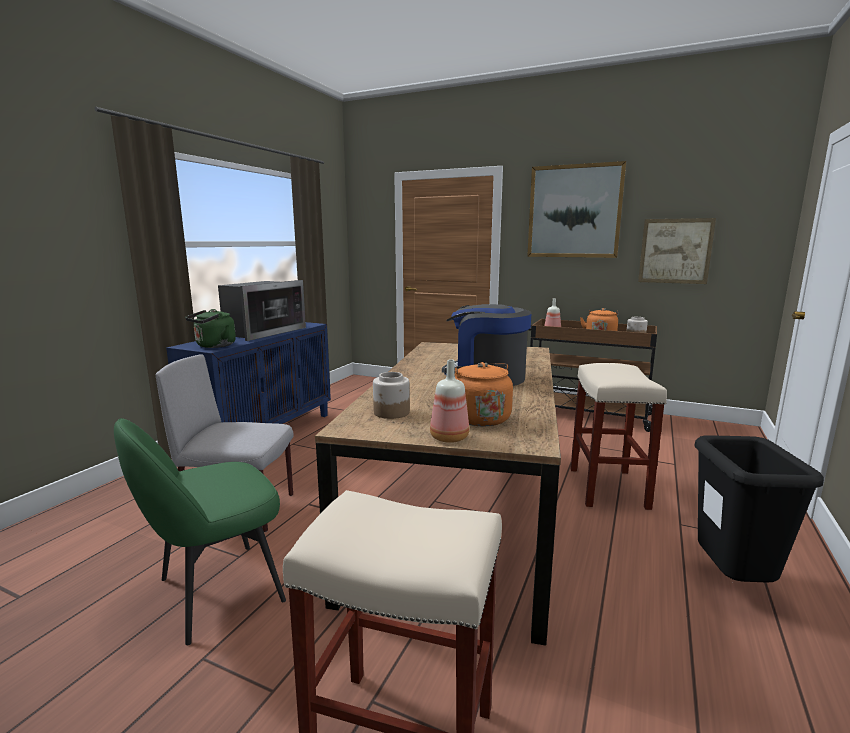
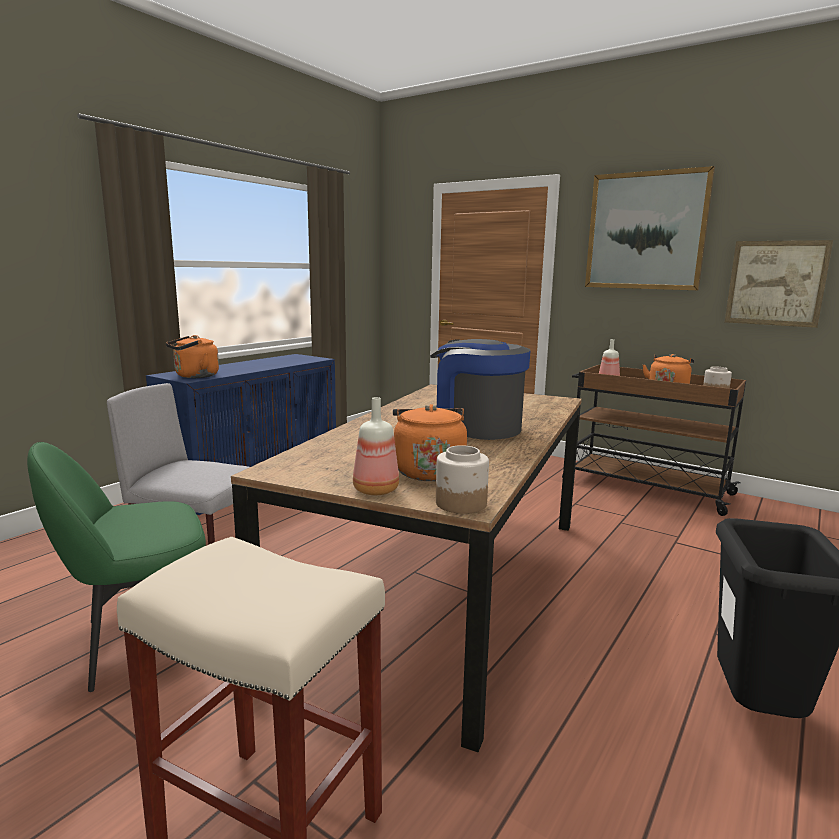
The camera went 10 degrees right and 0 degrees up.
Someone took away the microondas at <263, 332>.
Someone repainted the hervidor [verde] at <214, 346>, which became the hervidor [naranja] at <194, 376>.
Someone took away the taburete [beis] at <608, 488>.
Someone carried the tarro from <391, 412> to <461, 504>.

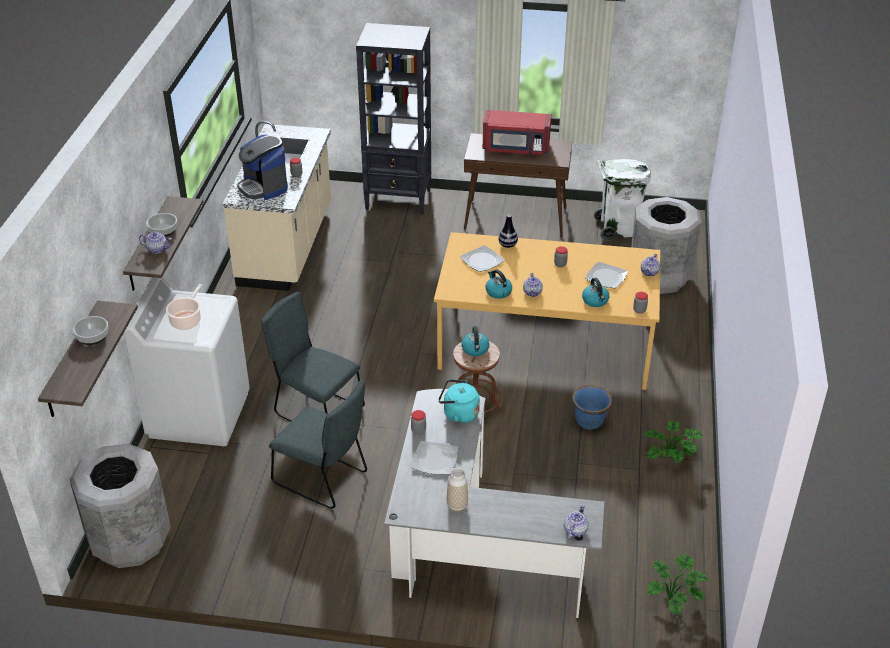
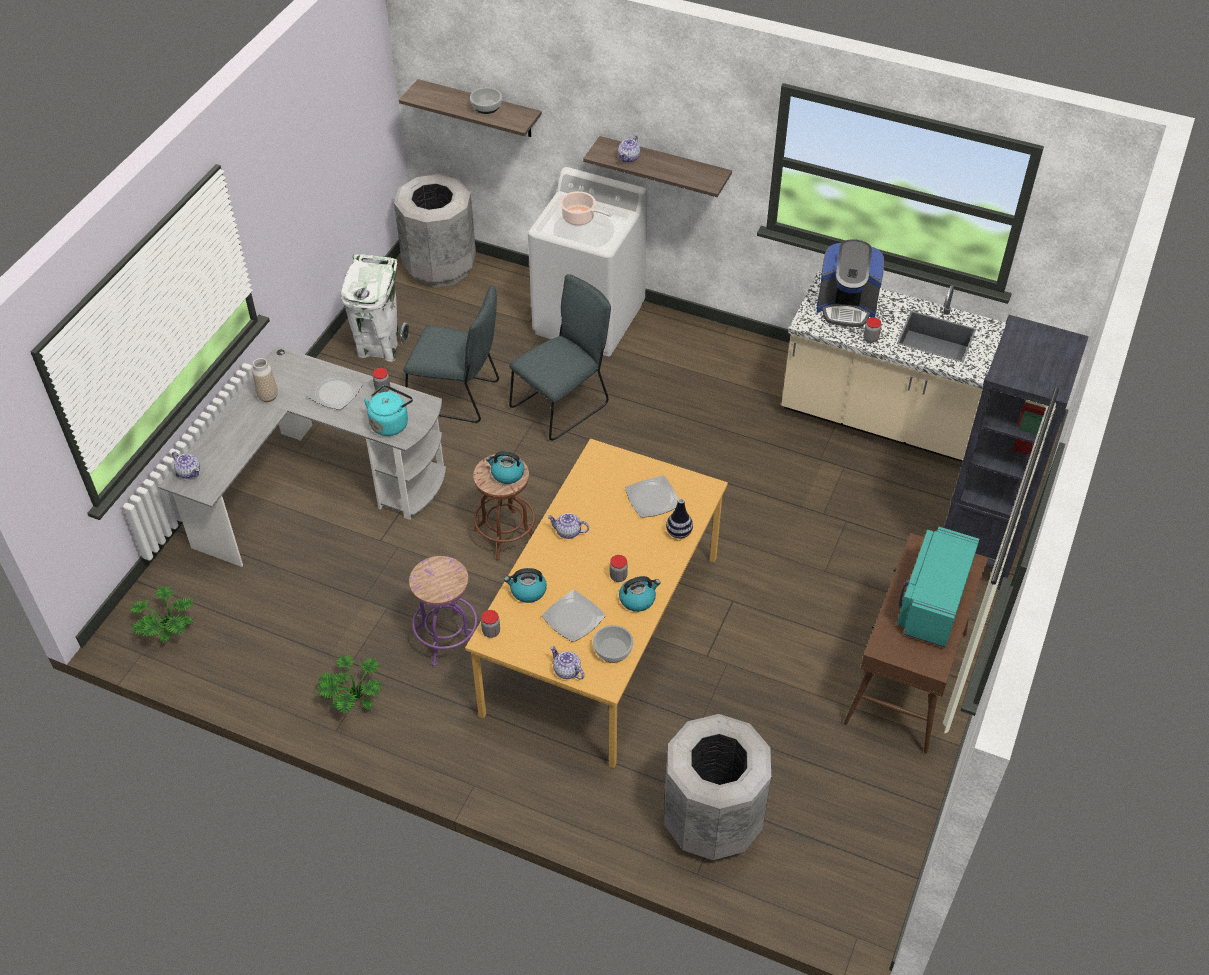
The camera went 105 degrees right and 10 degrees up.
Someone repainted the microondas [rojo] at <516, 148>, which became the microondas [turquesa] at <932, 602>.
Someone rotated the cafetera at <263, 187> by 150 degrees counterclockwise.
Someone carried the papelera [blanco] from <616, 229> to <380, 346>.
Someone carried the cuenco from <162, 230> to <612, 649>.
Someone carried the hervidor from <498, 292> to <638, 599>.
Someone rotated the silla [gris] at <324, 479> by 120 degrees counterclockwise.
Someone swapped the maceta [azul] at <589, 421> for the taburete [morado] at <446, 638>.

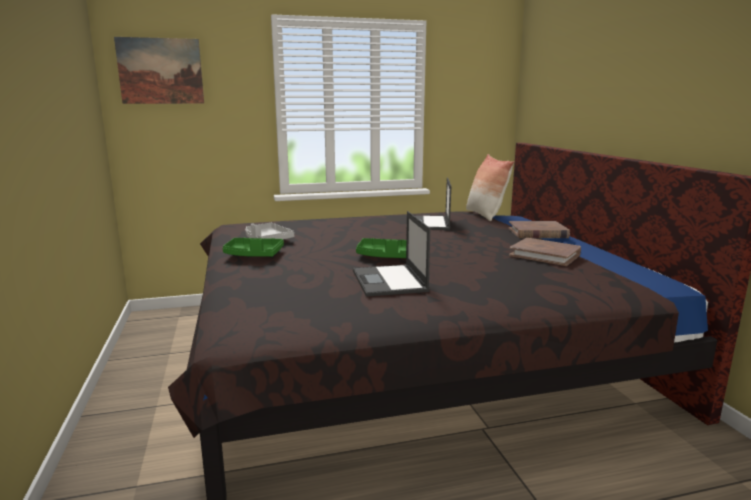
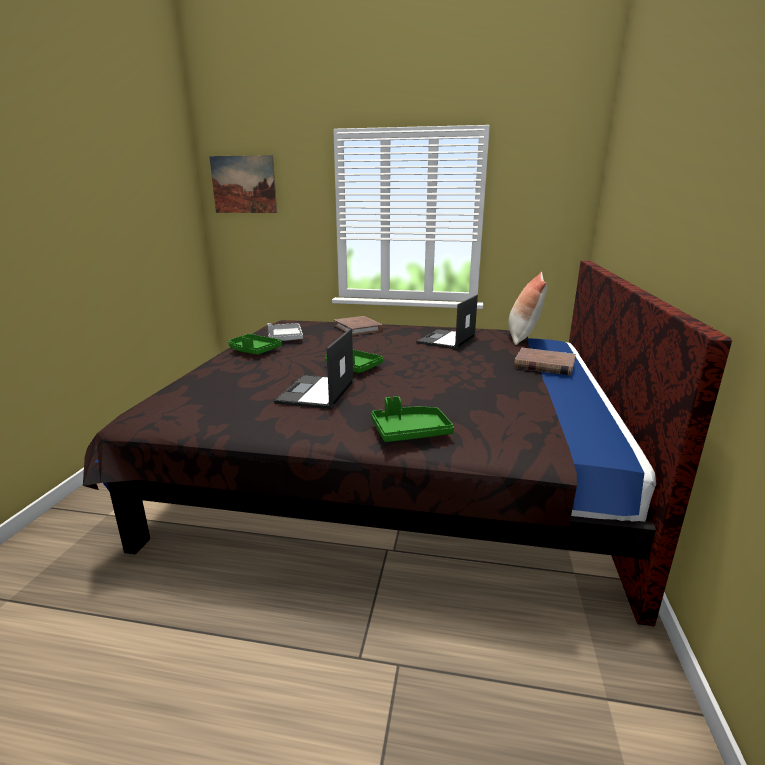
The camera went 25 degrees right and 5 degrees up.
Someone carried the libro [marrón] from <545, 255> to <358, 328>.
Someone put down the bandeja [verde] at <410, 432>.

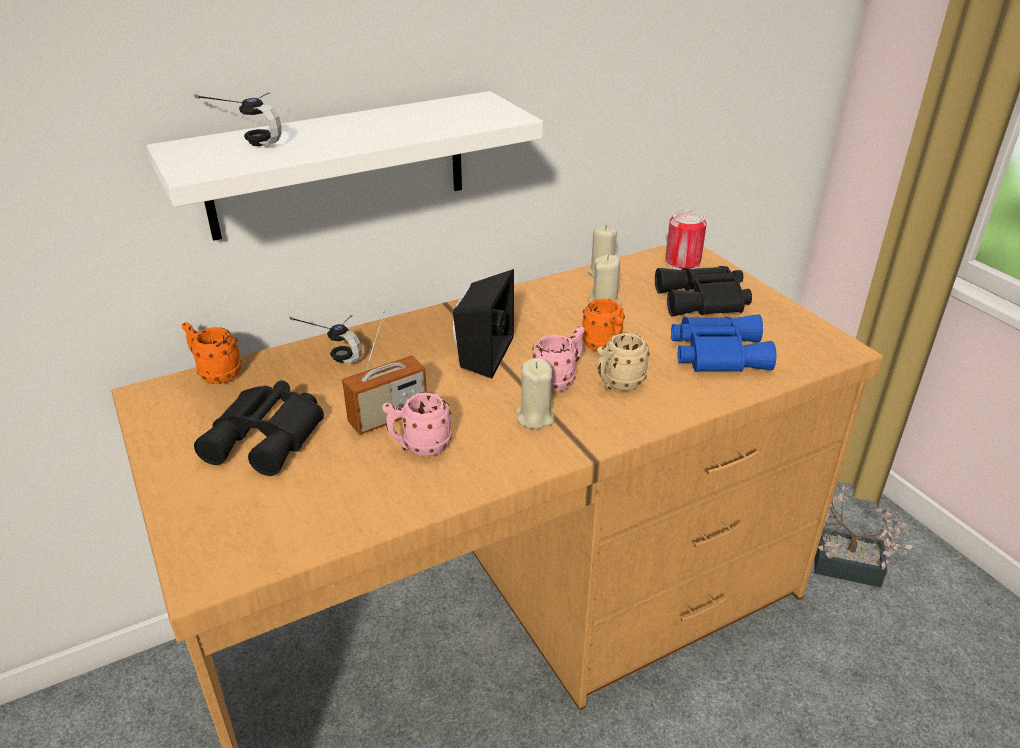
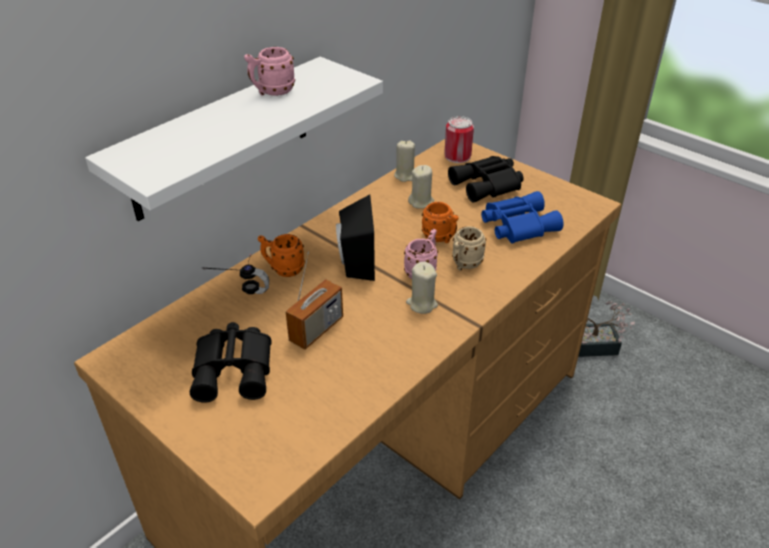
The camera went 20 degrees left and 5 degrees up.
Someone took away the auriculares at <253, 138>.
Someone carried the taza grande [naranja] from <215, 374> to <283, 269>.
Someone carried the taza grande [rosa] from <419, 447> to <271, 92>.

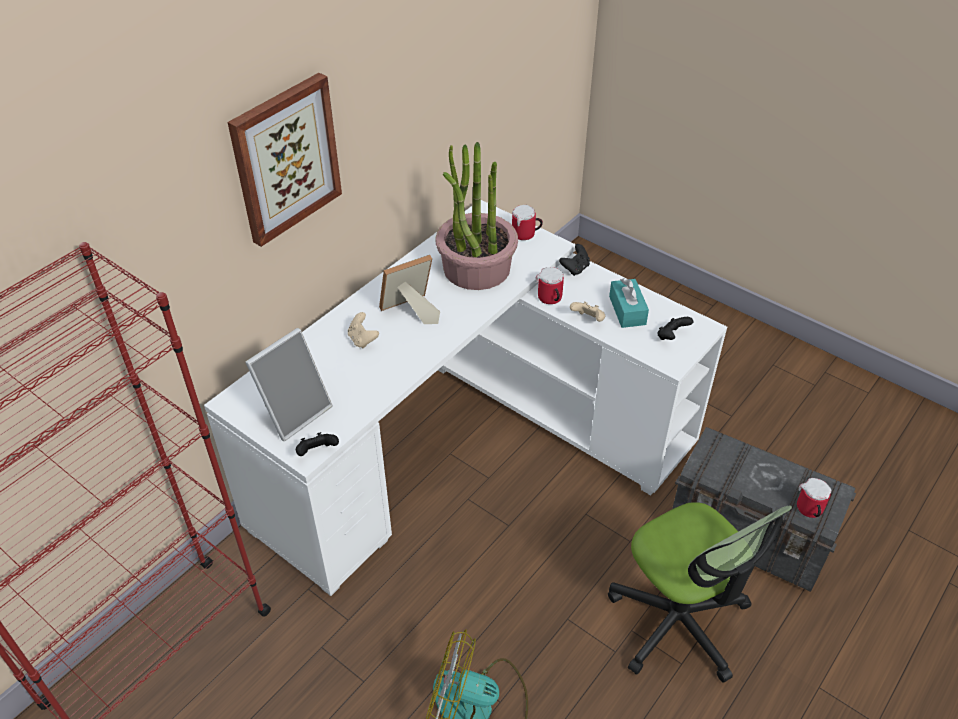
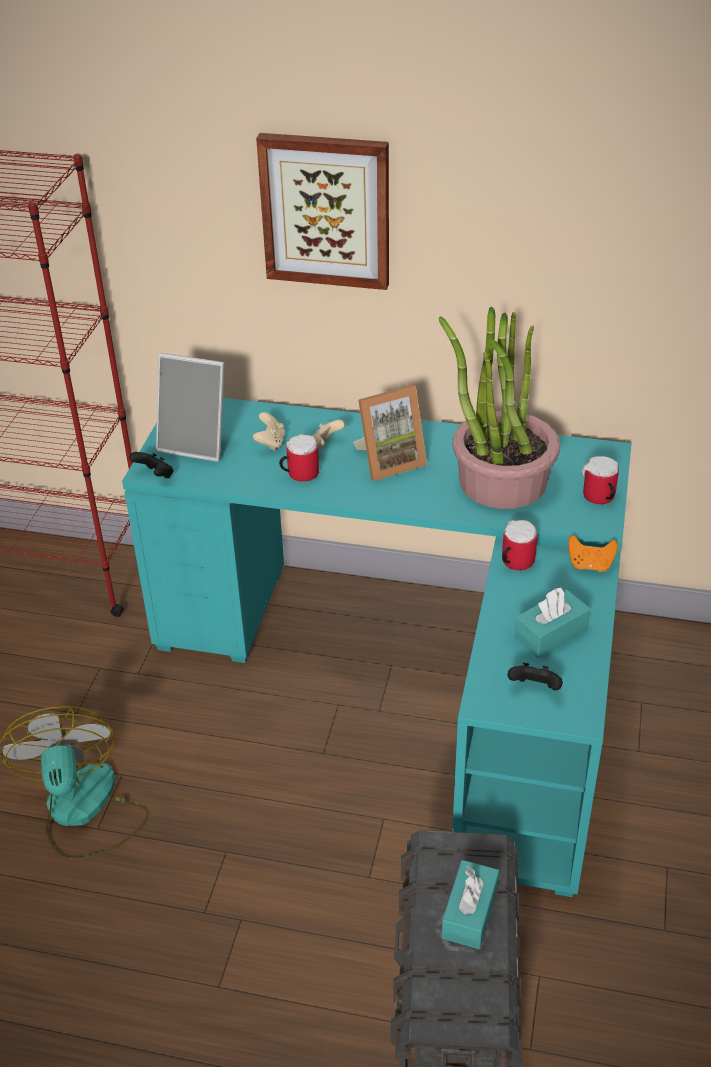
The camera went 65 degrees right and 5 degrees down.
Someone repainted the escritorio [blanco] at <467, 442>, which became the escritorio [turquesa] at <417, 673>.
Someone repainted the mando de consola [negro] at <575, 268>, which became the mando de consola [naranja] at <590, 565>.
Someone rotated the portarretratos at <410, 312> by 120 degrees clockwise.
Someone carried the mando de consola [beis] from <588, 320> to <270, 443>.
Someone carried the taza grande from <809, 511> to <298, 473>.
Someone took away the silla de oficina at <678, 621>.
Someone put down the caja de pañuelos [turquesa] at <470, 913>.

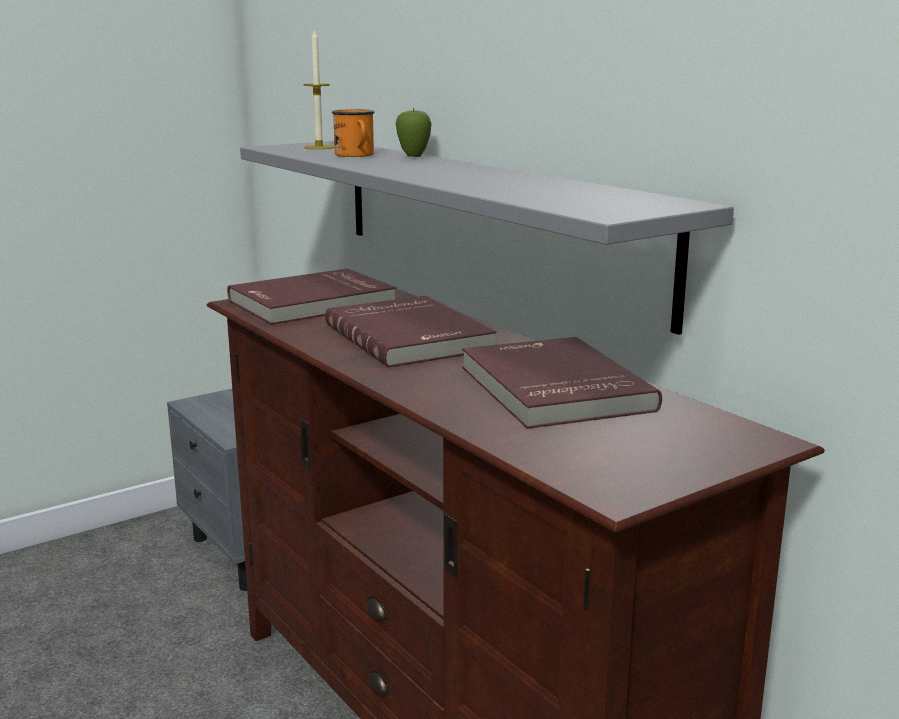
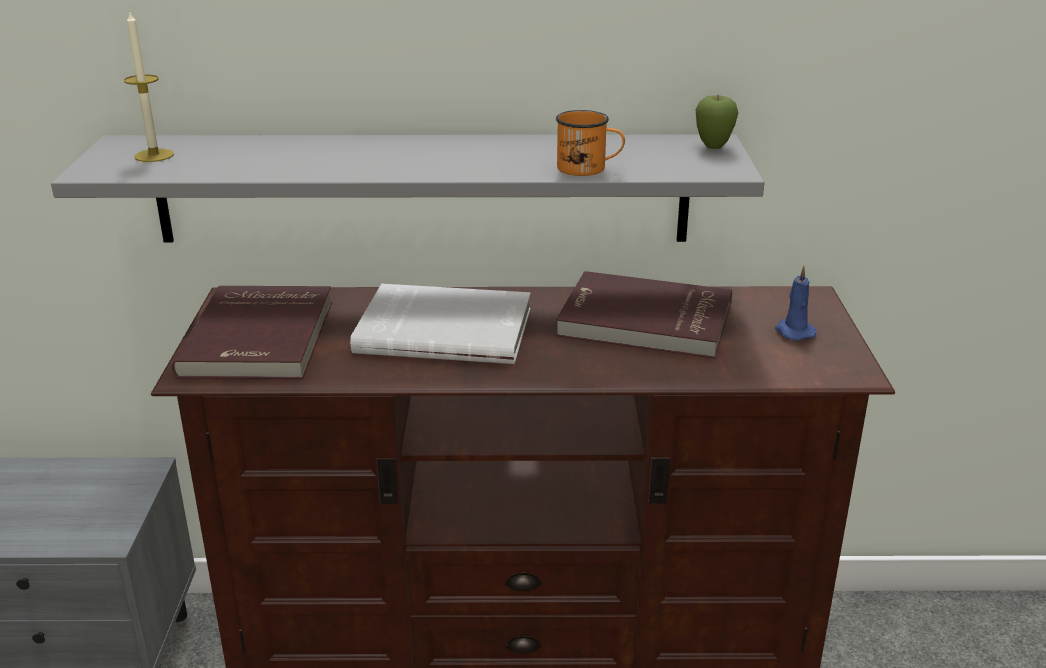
The camera went 55 degrees left and 10 degrees up.
Someone carried the manzana from <413, 157> to <713, 148>.
Someone carried the taza grande [naranja] from <356, 155> to <589, 169>.
Someone repainted the libro [rojo] at <411, 337>, which became the libro [blanco] at <445, 329>.
Someone put down the vela [azul] at <793, 331>.

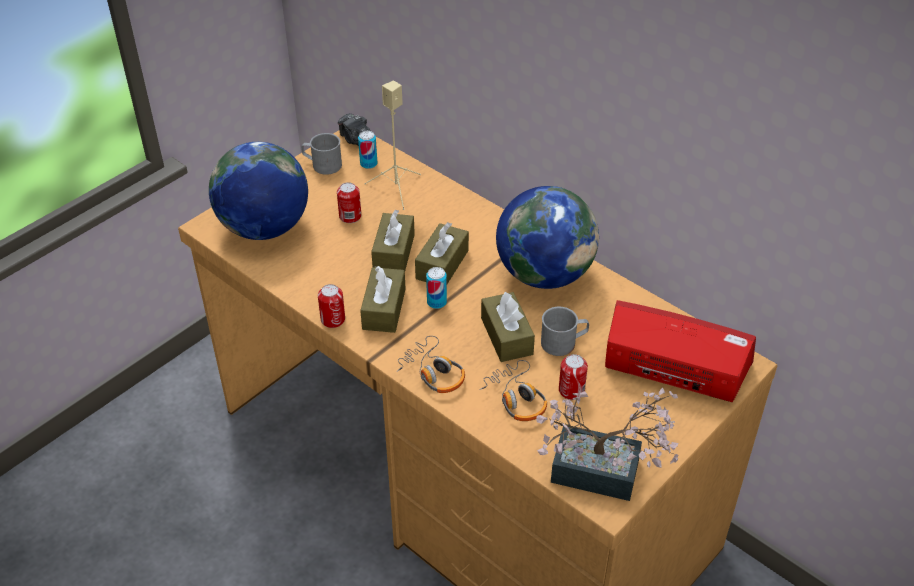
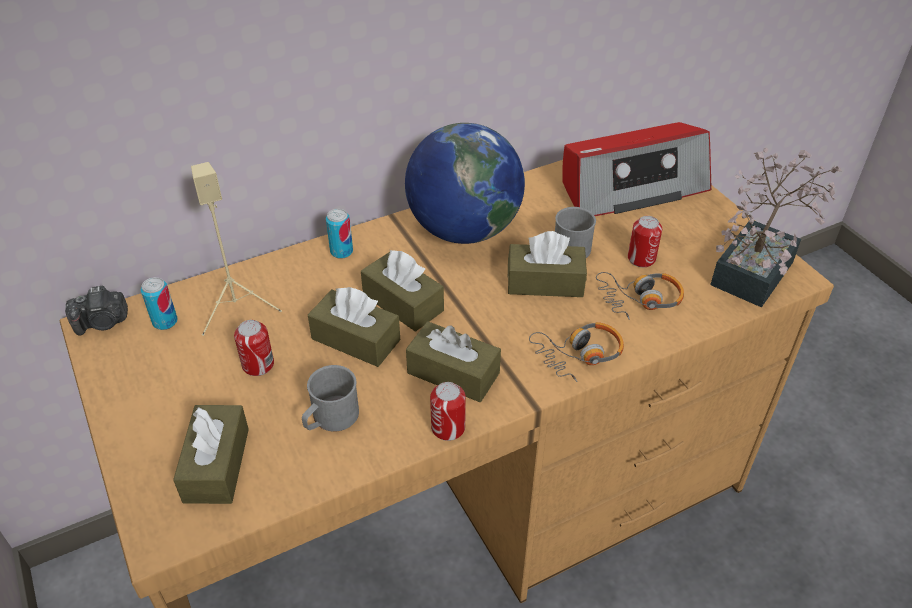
The camera went 70 degrees left and 0 degrees up.
Someone carried the taza grande [gris] from <322, 165> to <330, 419>.
Someone swapped the globo terráqueo at <264, 228> for the caja de pañuelos [marrón] at <216, 465>.
Someone carried the lata from <436, 302> to <341, 252>.
Someone rotated the radio at <674, 366> by 150 degrees counterclockwise.

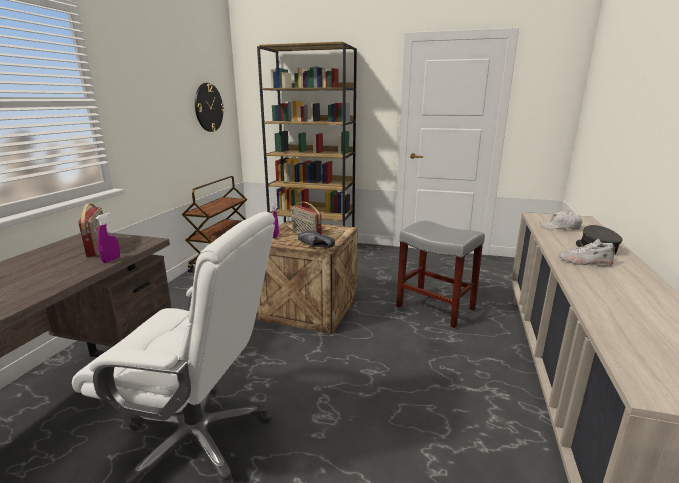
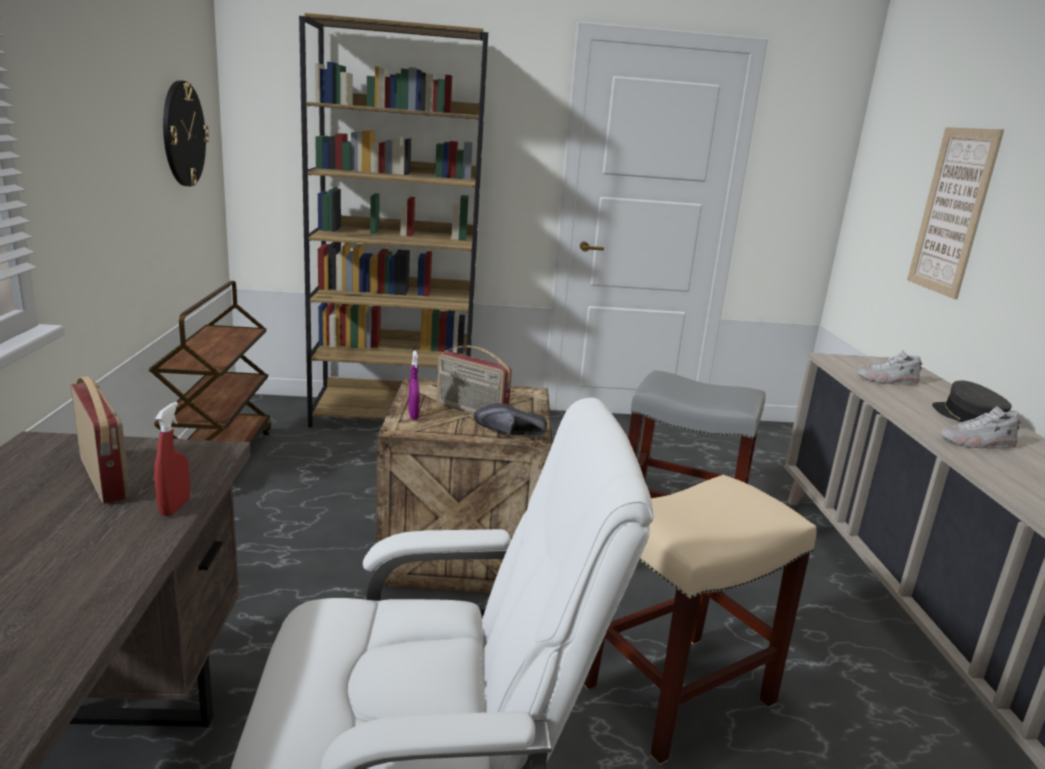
The camera went 20 degrees left and 0 degrees up.
Someone swapped the gorra [blanco] at <560, 227> for the zapato [blanco] at <887, 381>.
Someone repainted the pulverizador [morado] at <111, 260>, which became the pulverizador [rojo] at <175, 507>.
Someone put up the cuadro at <952, 211>.
Someone put down the taburete [beis] at <677, 694>.

